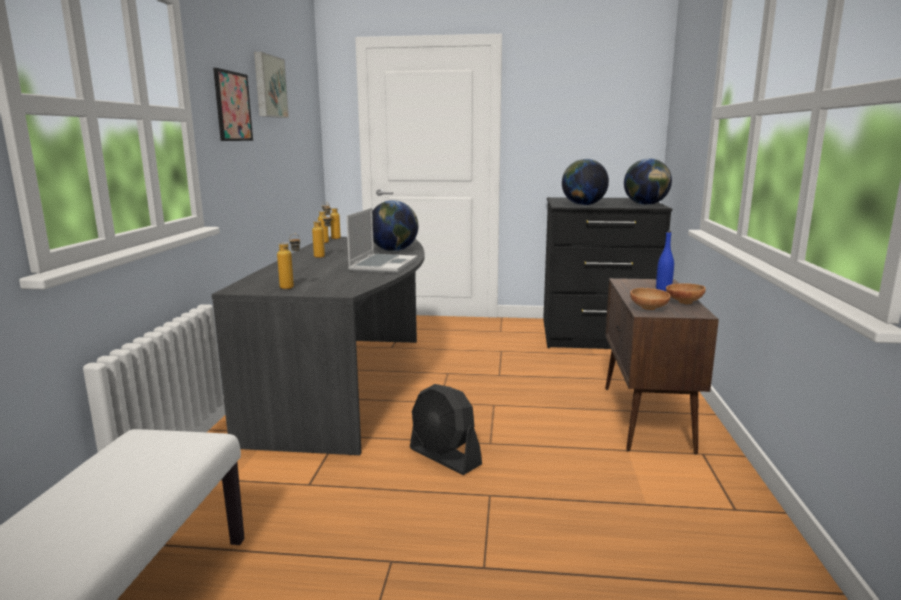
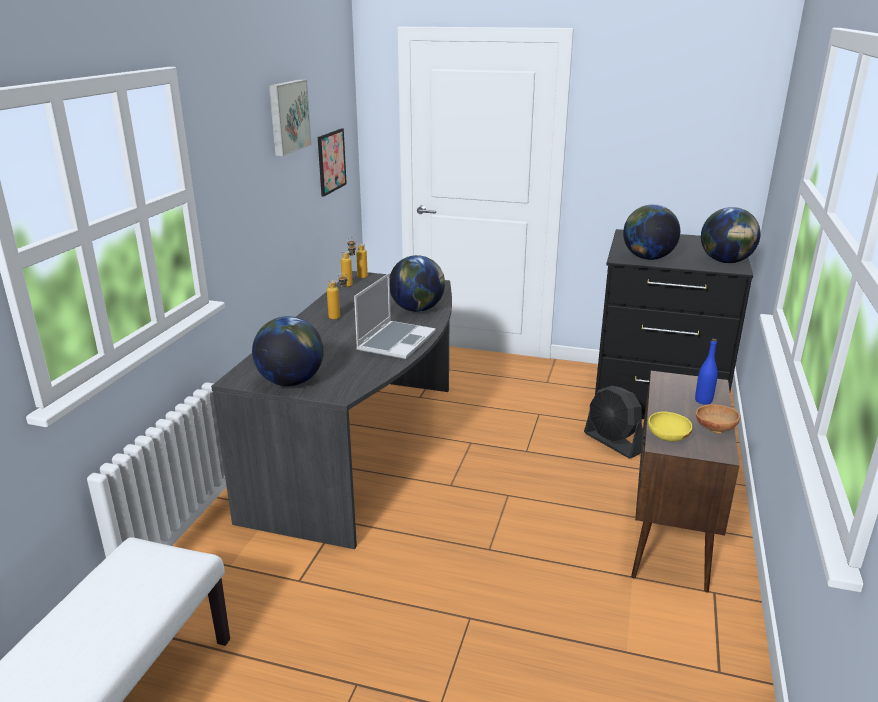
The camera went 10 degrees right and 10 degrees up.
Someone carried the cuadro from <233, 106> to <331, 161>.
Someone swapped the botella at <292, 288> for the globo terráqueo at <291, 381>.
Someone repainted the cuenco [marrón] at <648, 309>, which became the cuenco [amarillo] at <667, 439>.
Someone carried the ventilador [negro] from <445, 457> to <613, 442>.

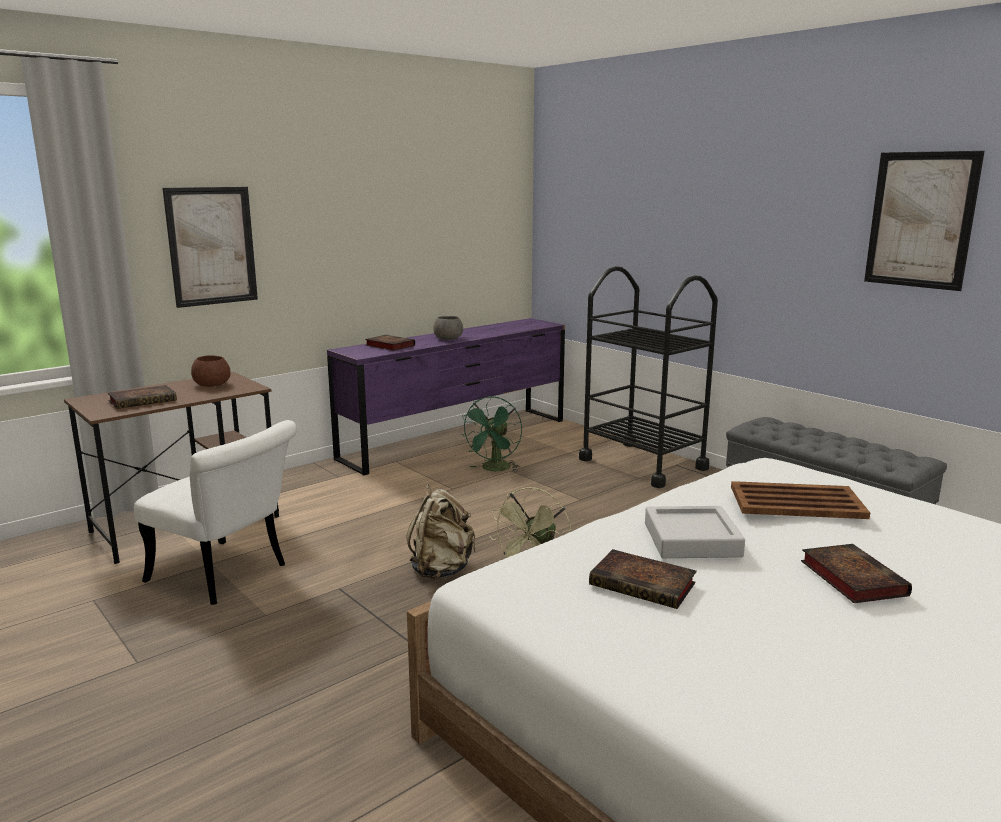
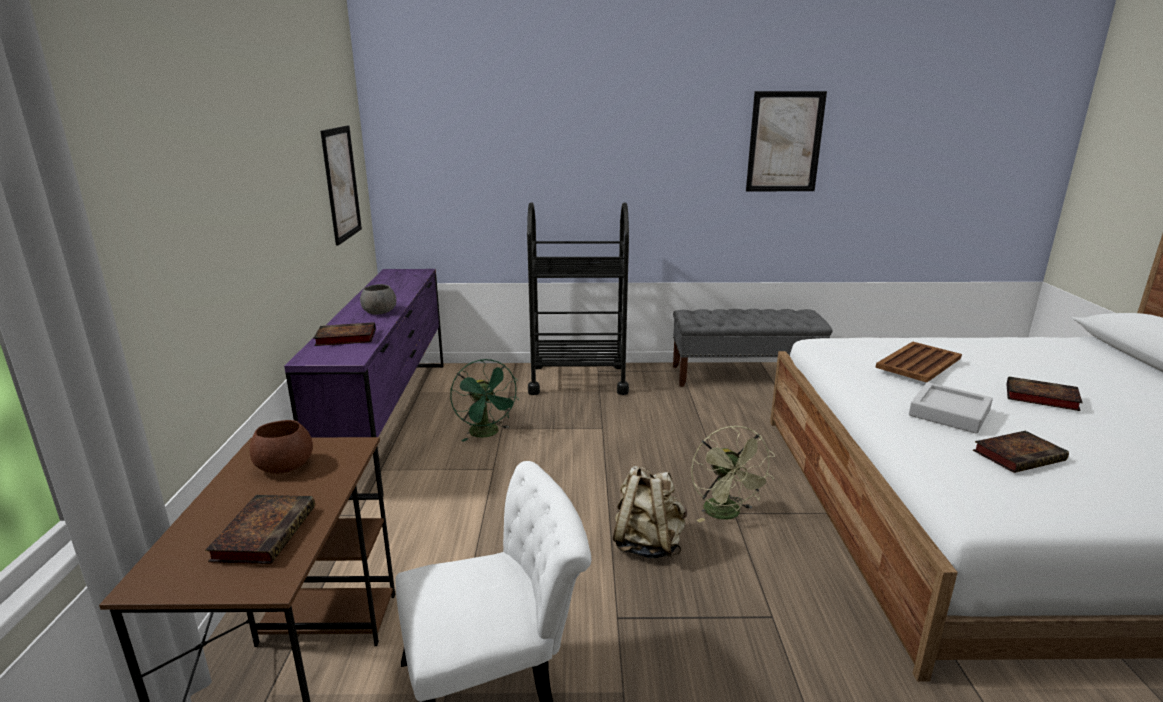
The camera went 50 degrees left and 5 degrees up.
Someone carried the cuadro from <212, 246> to <341, 184>.

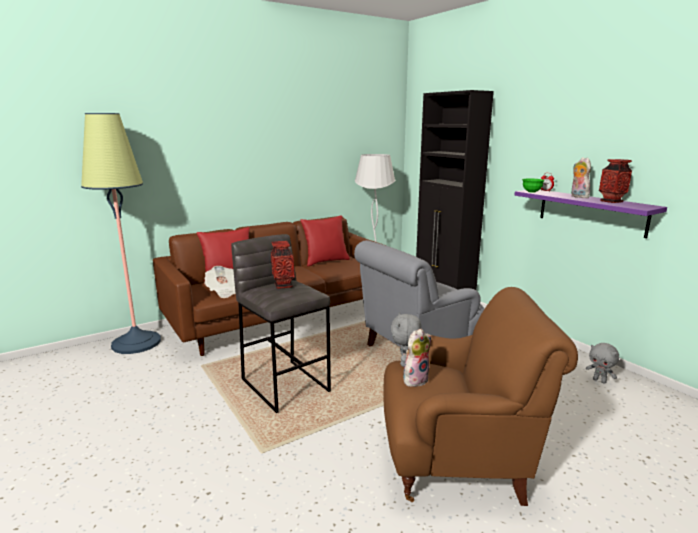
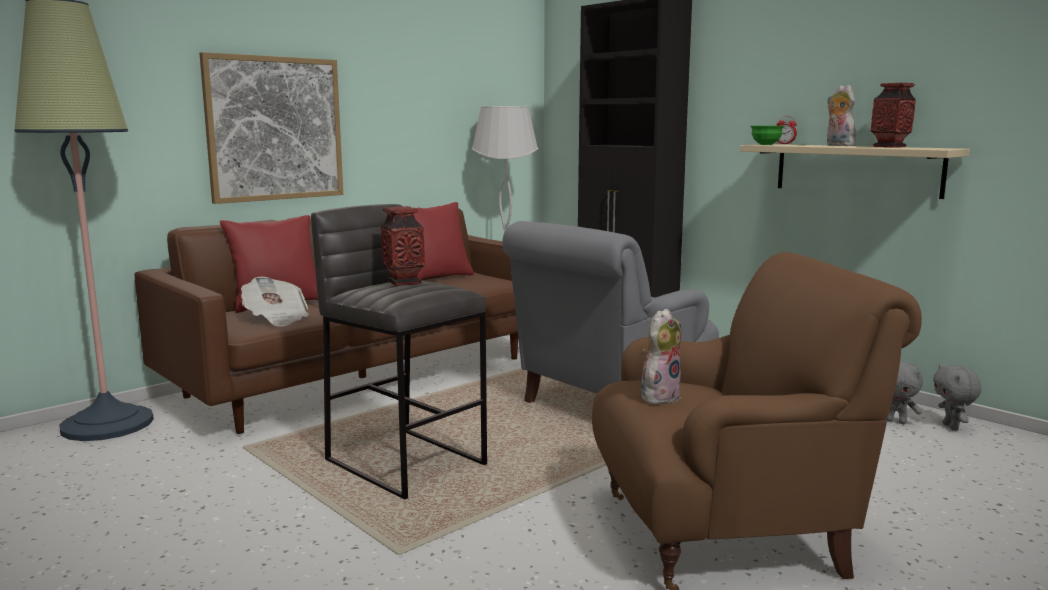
The camera went 10 degrees left and 5 degrees down.
Someone repainted the estante [morado] at <591, 212>, which became the estante [beis] at <857, 169>.
Someone carried the peluche [gris] from <405, 363> to <952, 427>.
Someone put up the cuadro at <275, 129>.

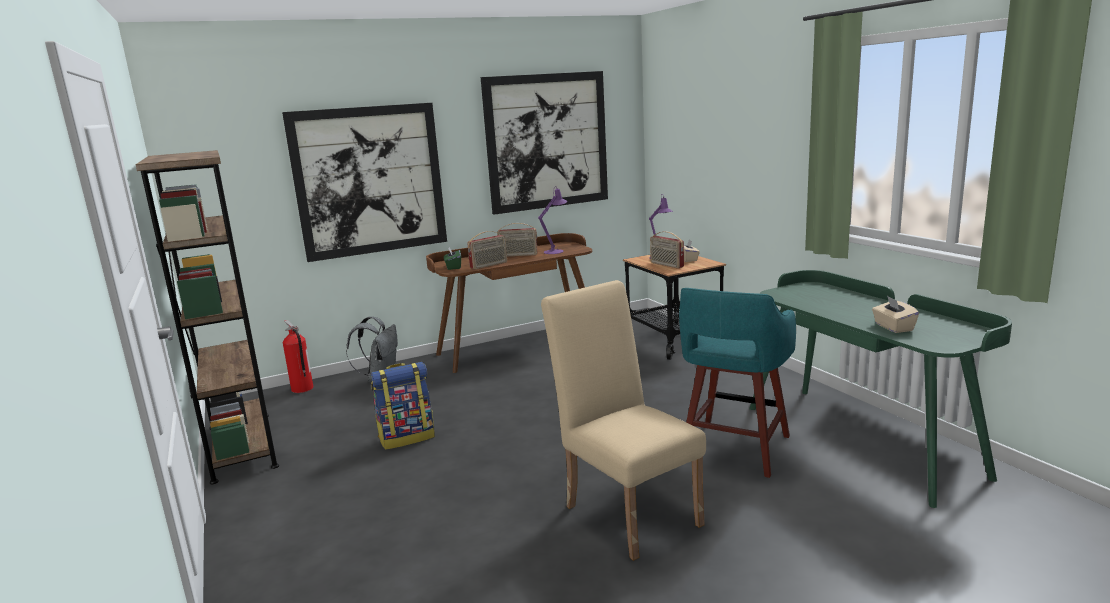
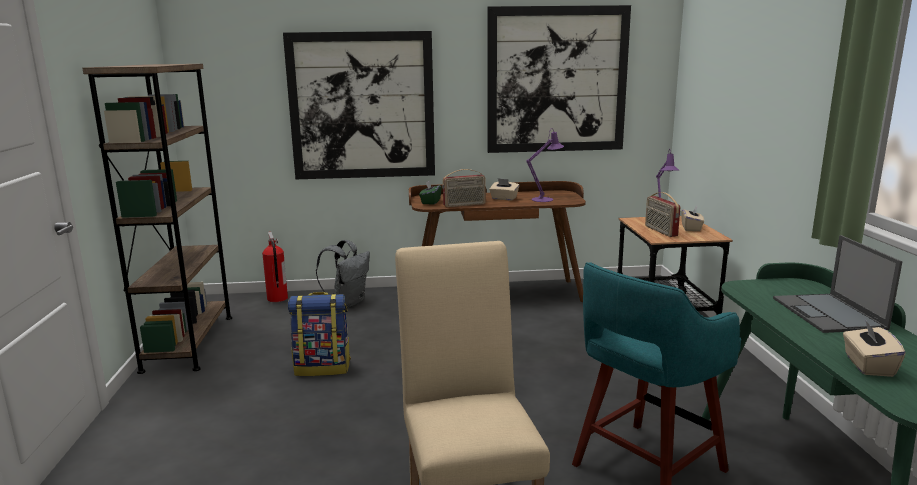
The camera went 20 degrees right and 0 degrees up.
Someone swapped the radio at <518, 255> for the caja de pañuelos [beis] at <504, 198>.
Someone put down the portátil at <829, 314>.

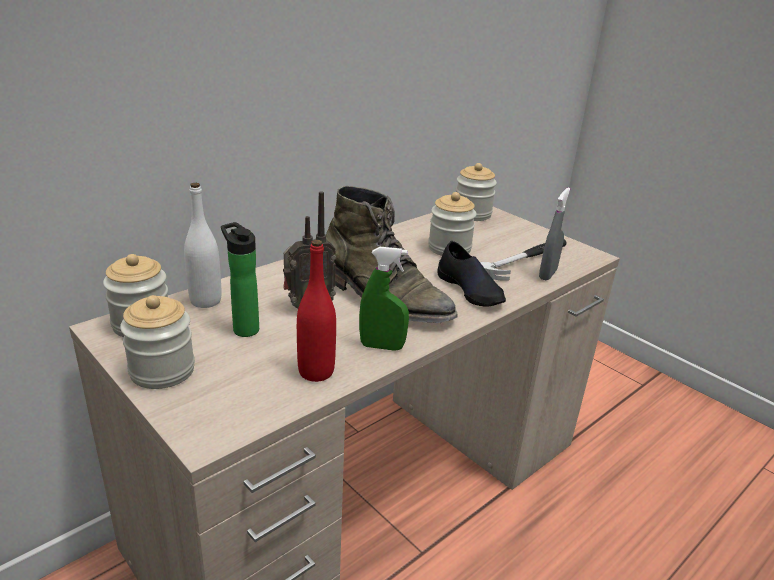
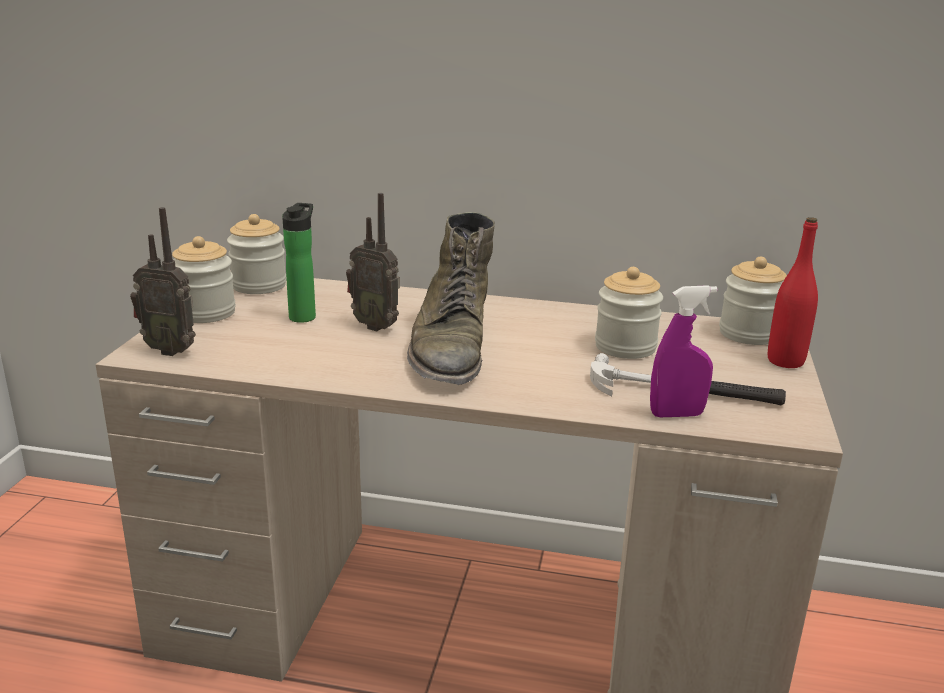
The camera went 55 degrees right and 5 degrees down.
Someone took away the botella [blanco] at <205, 301>.
Someone repainted the pulverizador [gris] at <547, 274>, which became the pulverizador [morado] at <676, 414>.
Someone carried the botella [rojo] from <316, 372> to <785, 361>.
Someone took away the zapato [negro] at <470, 290>.
Someone took away the pulverizador [verde] at <382, 346>.
Someone put down the radio at <171, 350>.

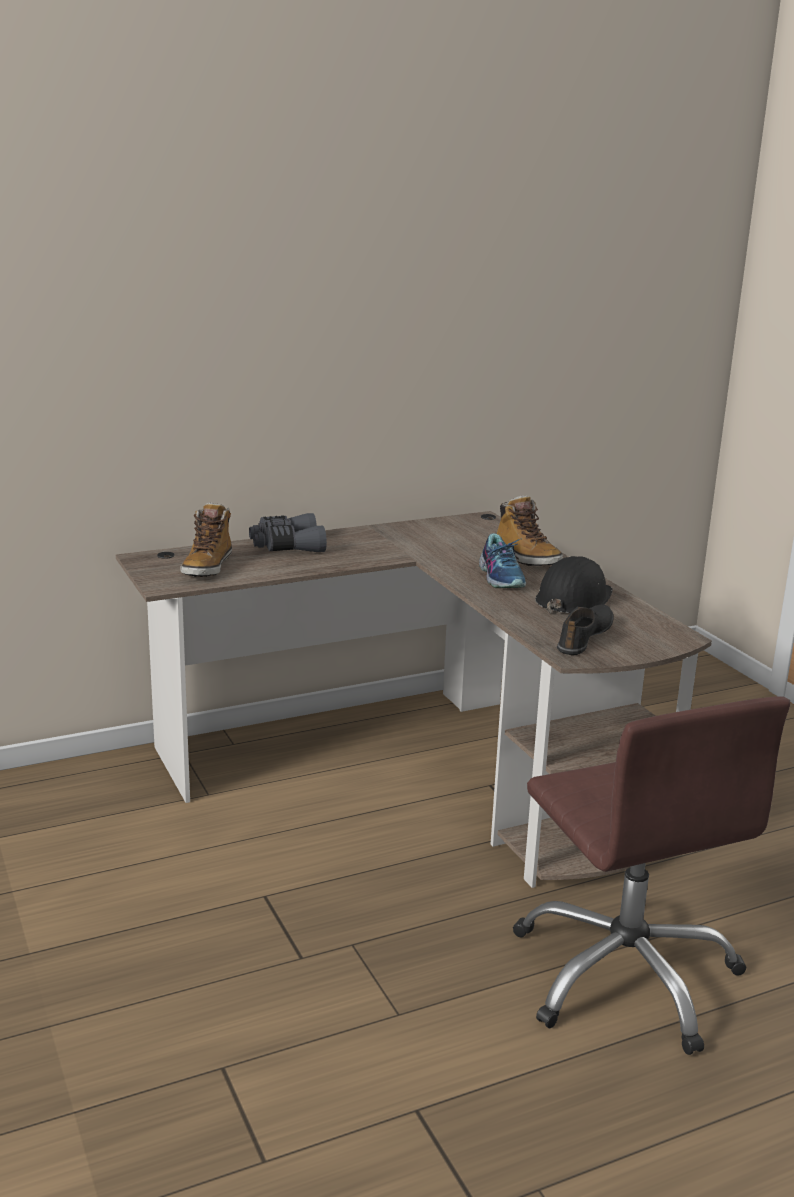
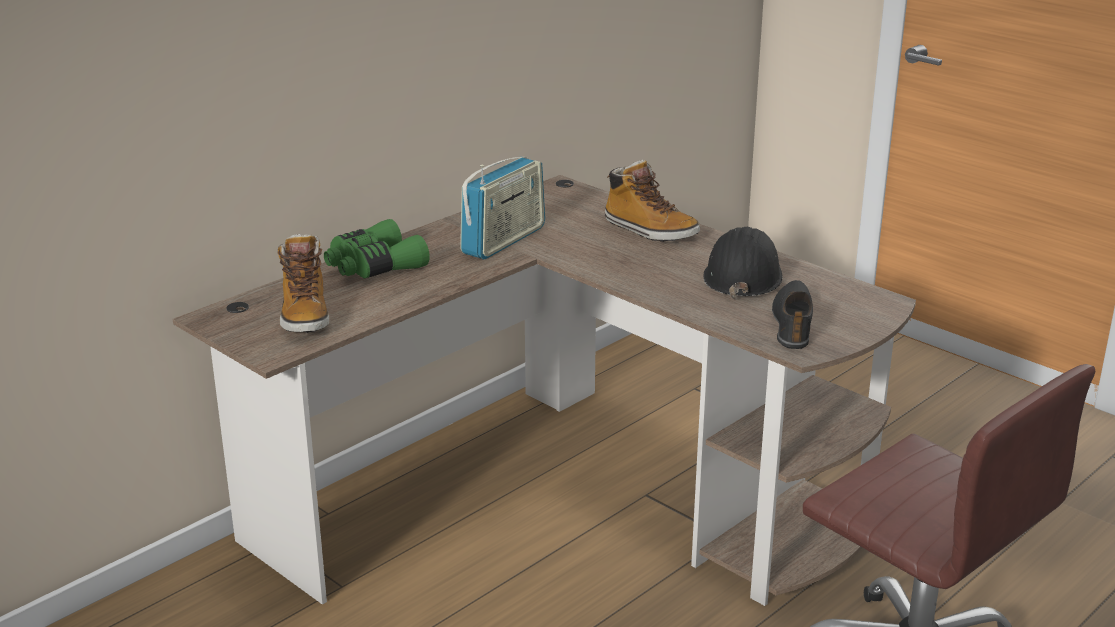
The camera went 20 degrees left and 5 degrees up.
Someone repainted the prismáticos [gris] at <286, 546>, which became the prismáticos [verde] at <373, 266>.
Someone took away the zapato at <502, 577>.
Someone put down the radio at <504, 241>.

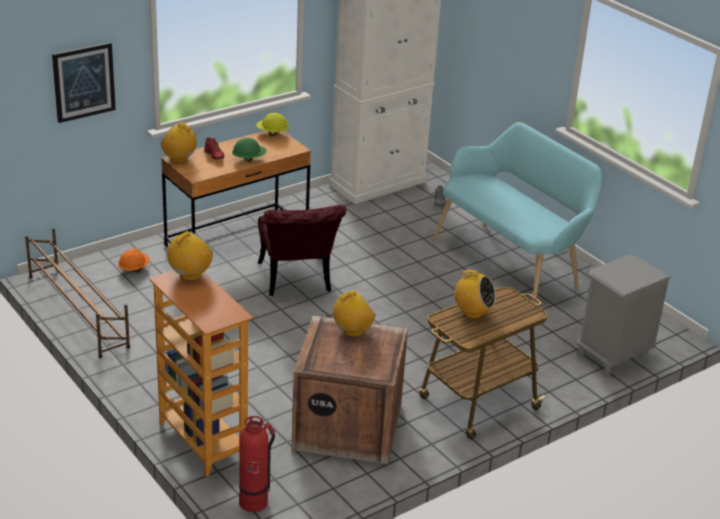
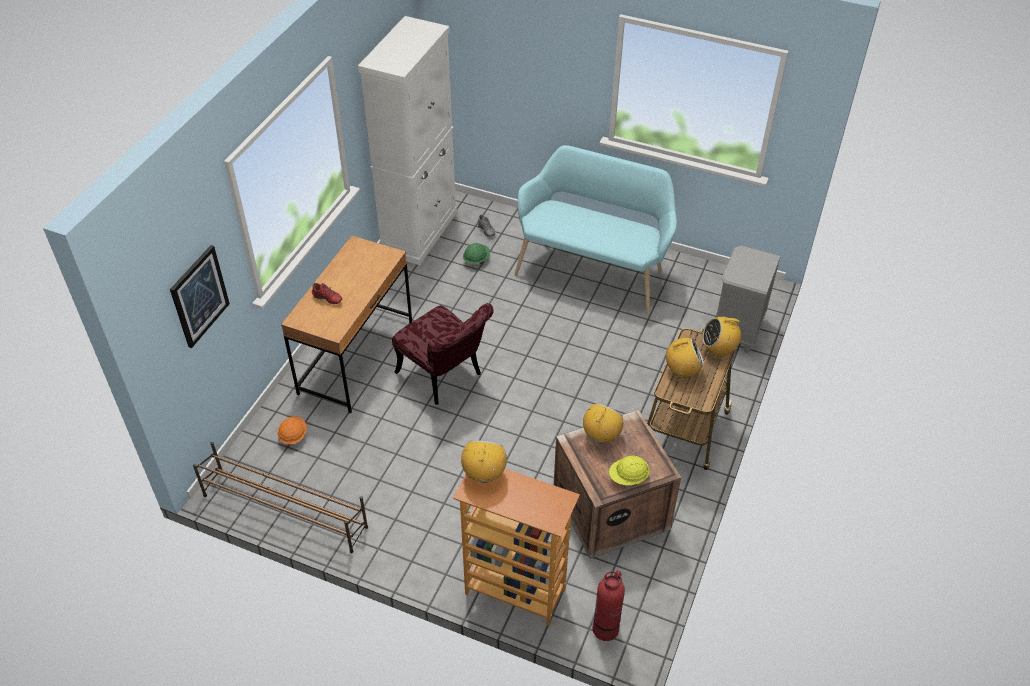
The camera went 30 degrees left and 15 degrees up.
Someone carried the casco [amarillo] from <272, 134> to <628, 478>.
Someone carried the radio from <179, 159> to <719, 349>.
Someone carried the casco [verde] from <249, 159> to <476, 260>.

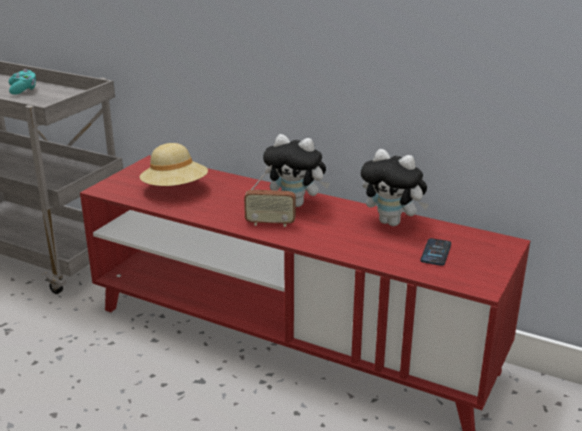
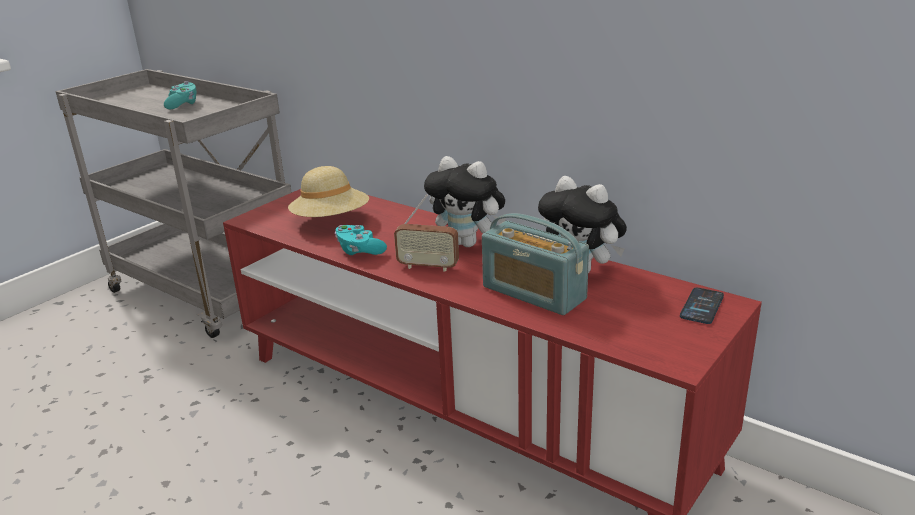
The camera went 10 degrees right and 0 degrees up.
Someone carried the móvil from <436, 252> to <701, 306>.
Someone put down the radio at <533, 293>.
Someone put down the mando de consola [turquesa] at <359, 251>.

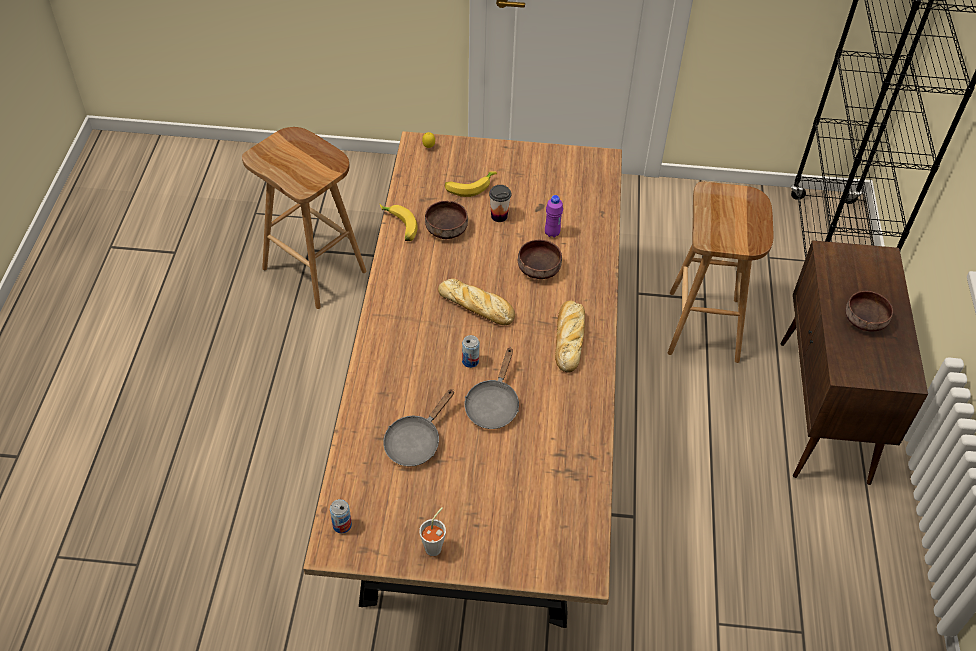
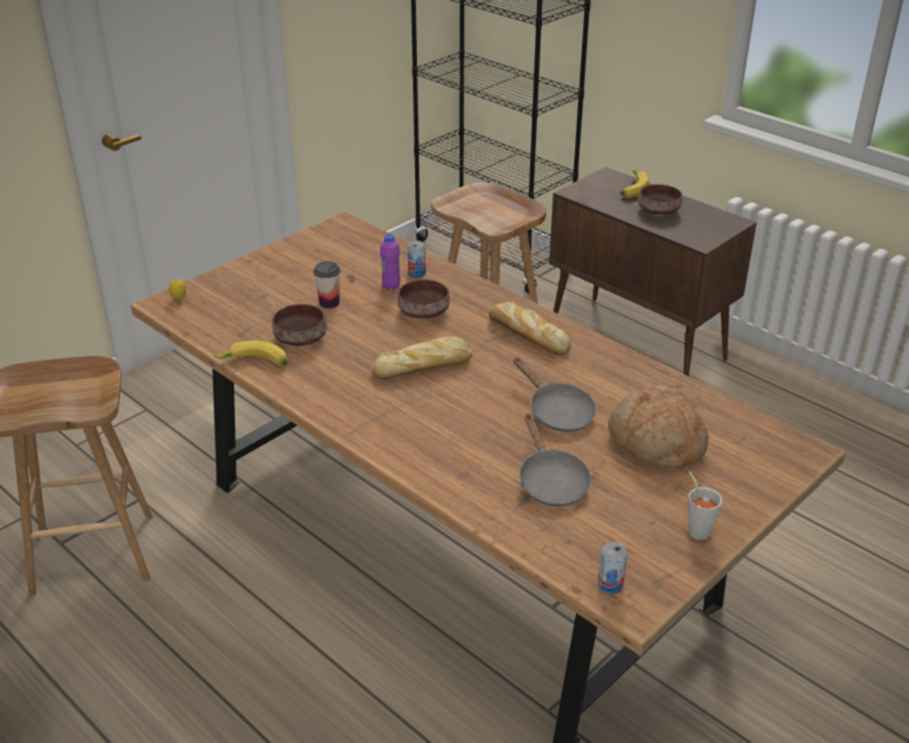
The camera went 50 degrees left and 15 degrees down.
Someone carried the plátano from <469, 186> to <632, 188>.
Someone carried the lata from <470, 361> to <417, 273>.
Someone put down the pan at <656, 442>.

